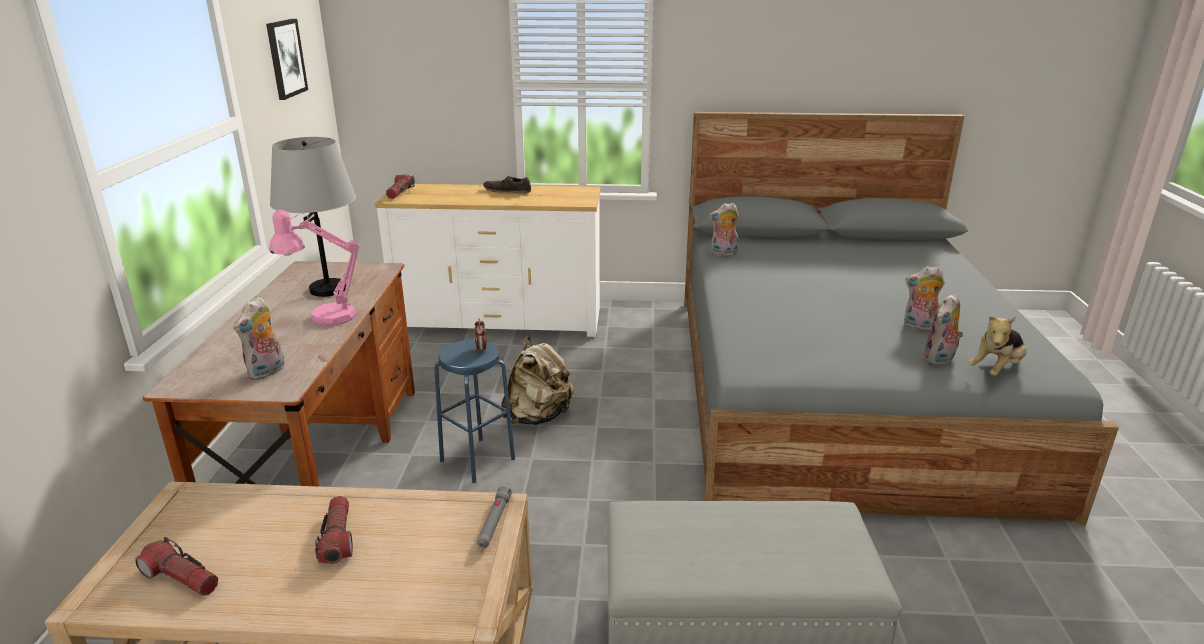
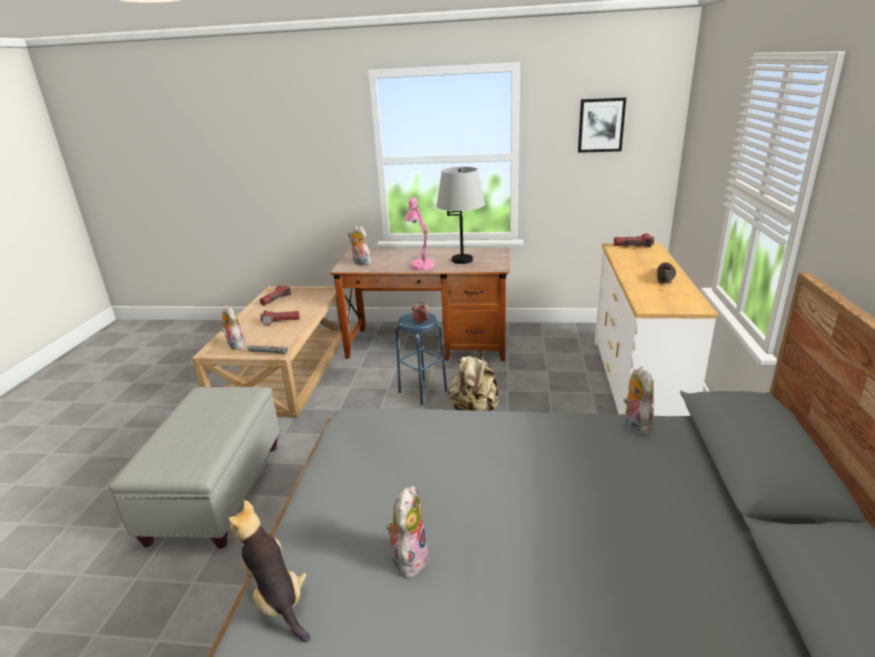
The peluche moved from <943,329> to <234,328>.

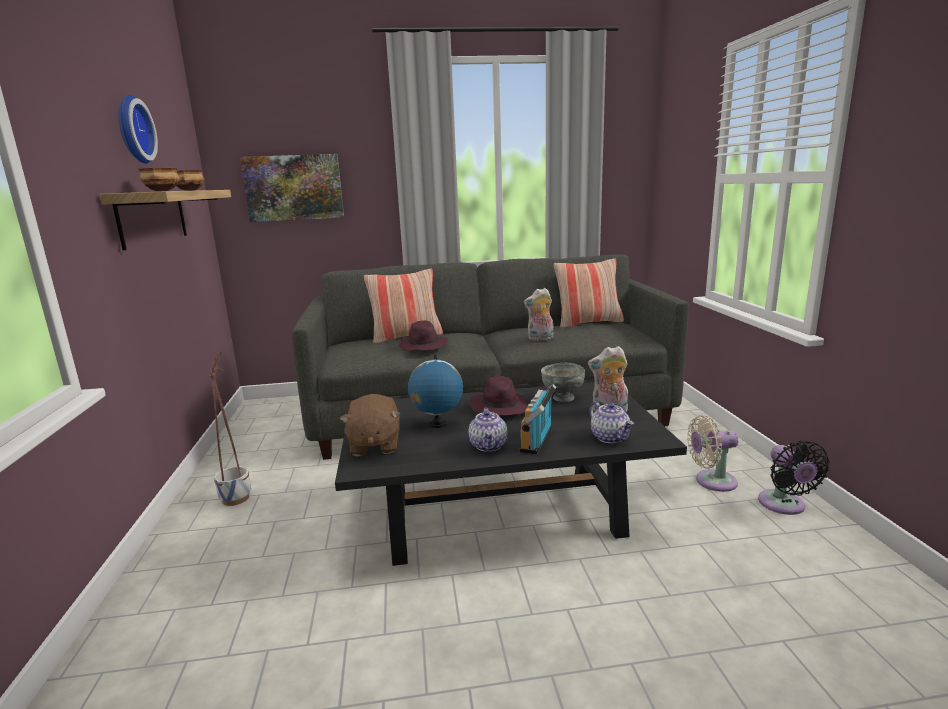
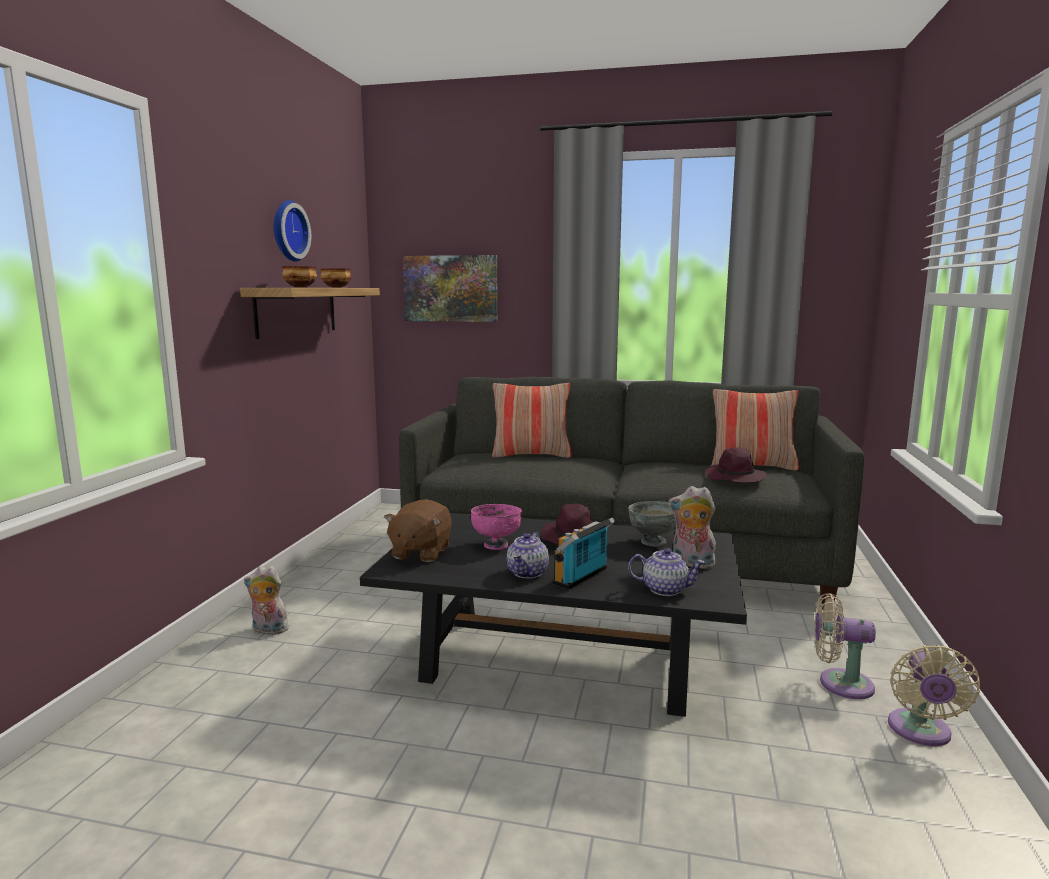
The maceta at <230,428> disappeared.
The sombrero/morado moved from <423,335> to <736,465>.
The peluche moved from <538,314> to <266,600>.
The globo terráqueo at <435,391> was replaced by the cuenco/rosa at <496,527>.
The ventilador/negro at <794,478> became the ventilador/beis at <934,695>.
The tetera at <612,422> turned 75 degrees counterclockwise.

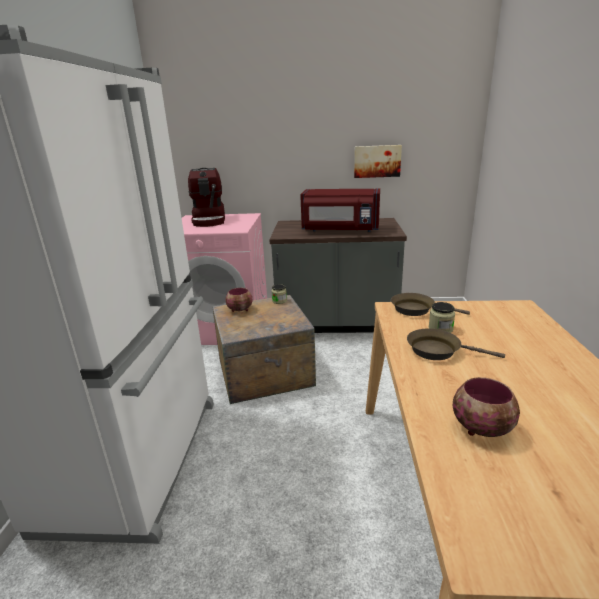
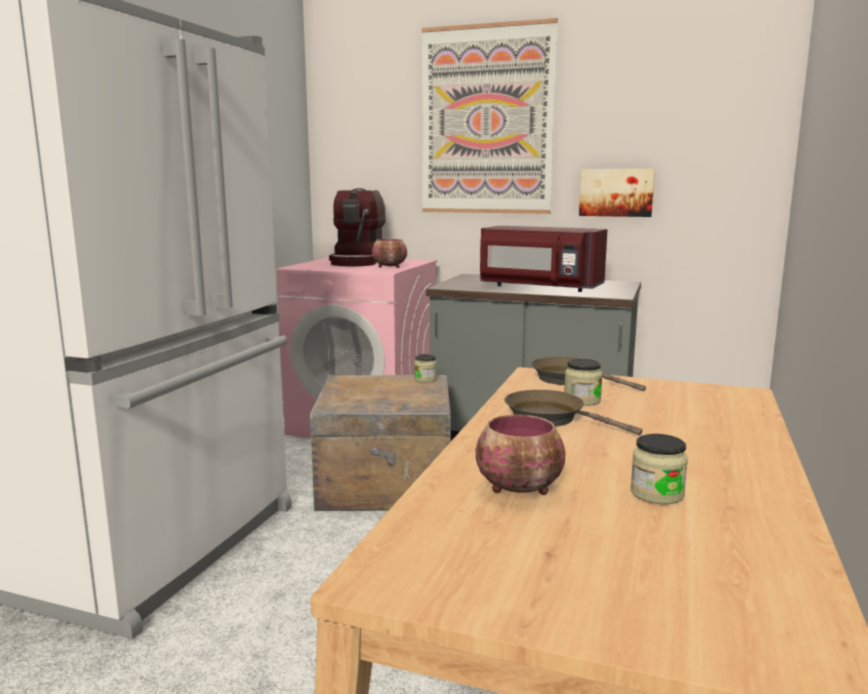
The cuadro at <490,116> appeared.
The tarro at <659,469> appeared.
The cuenco moved from <238,300> to <389,253>.

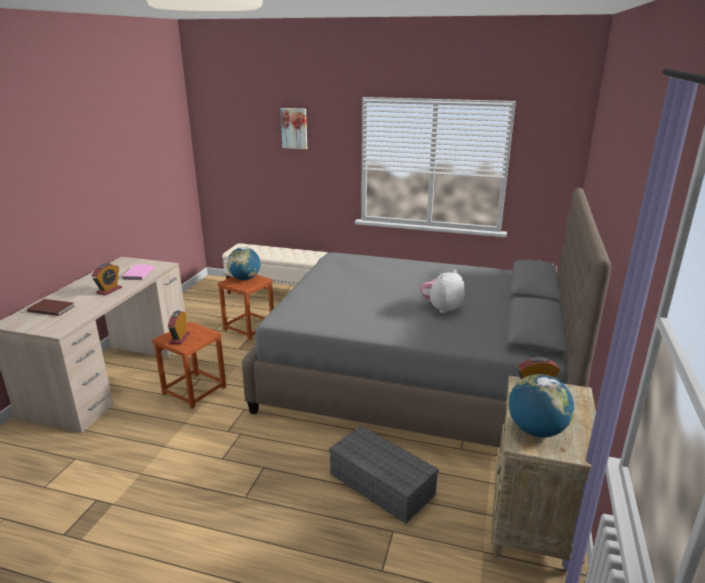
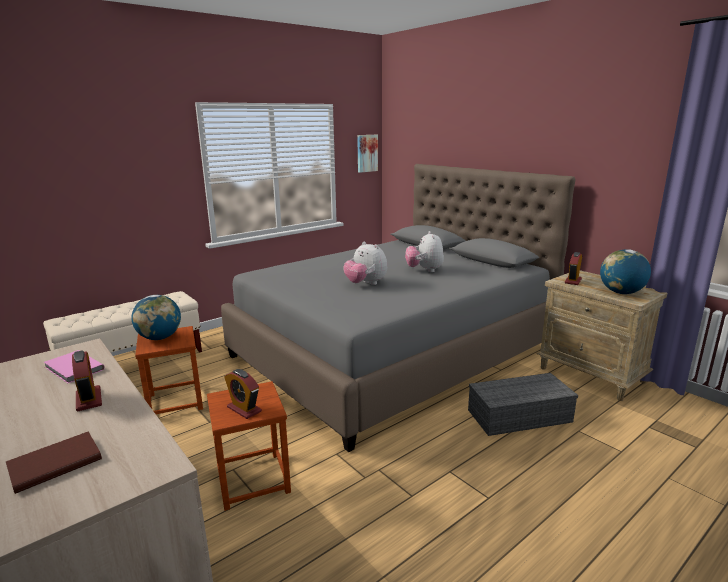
The peluche at <365,263> appeared.
The cuadro moved from <294,128> to <367,154>.

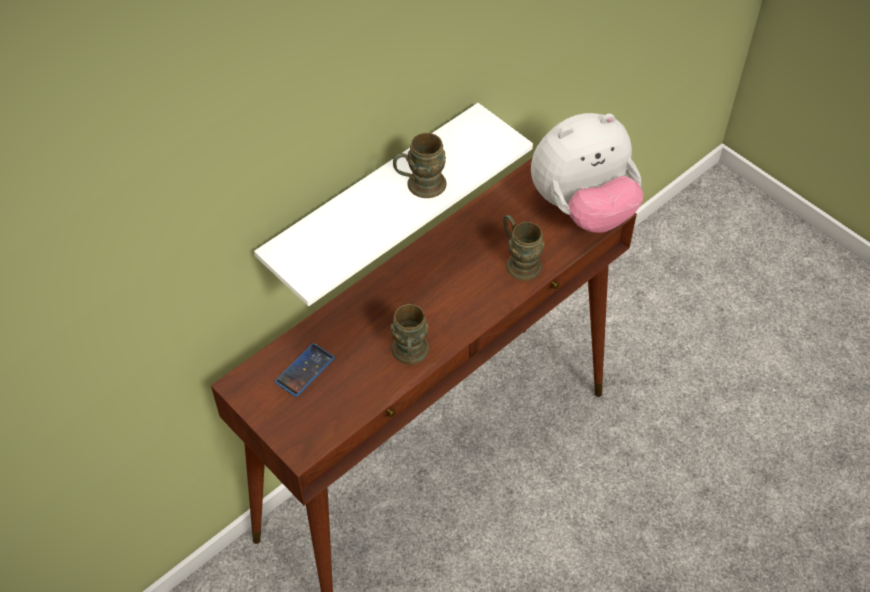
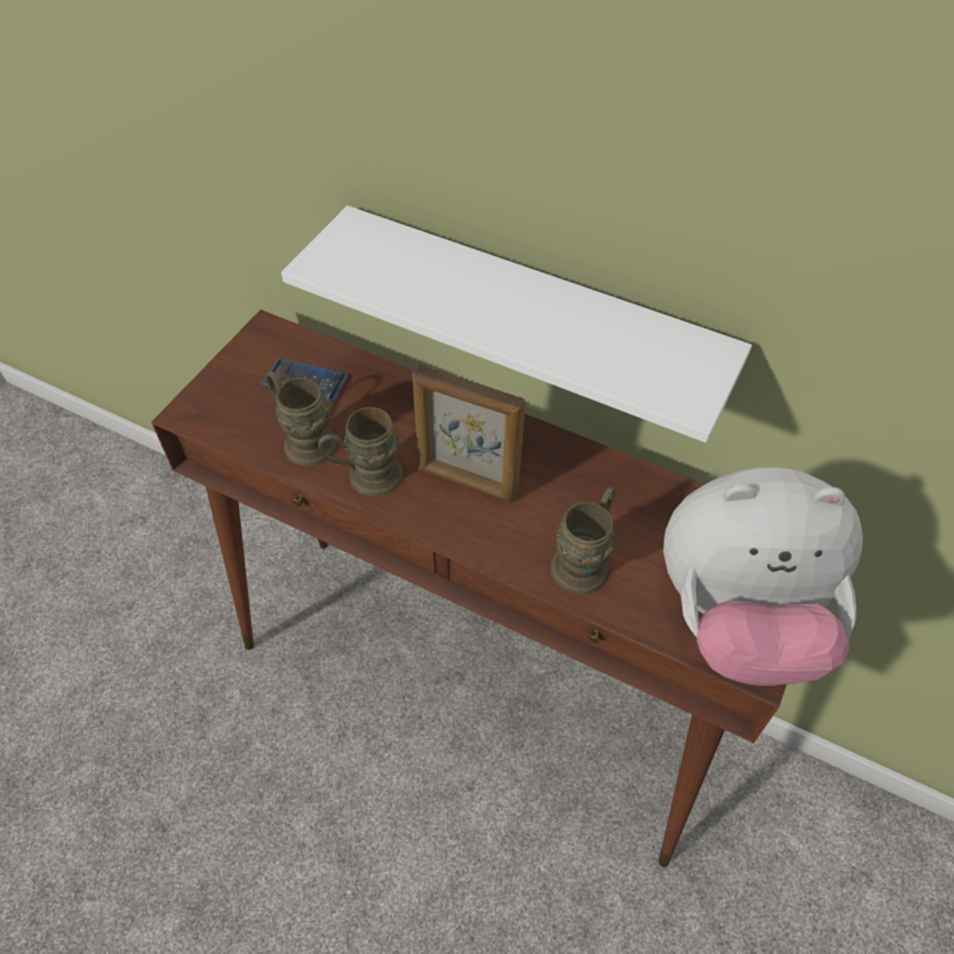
The portarretratos at <468,433> appeared.
The taza grande/marrón moved from <420,165> to <301,418>.
The peluche at <587,173> turned 45 degrees counterclockwise.

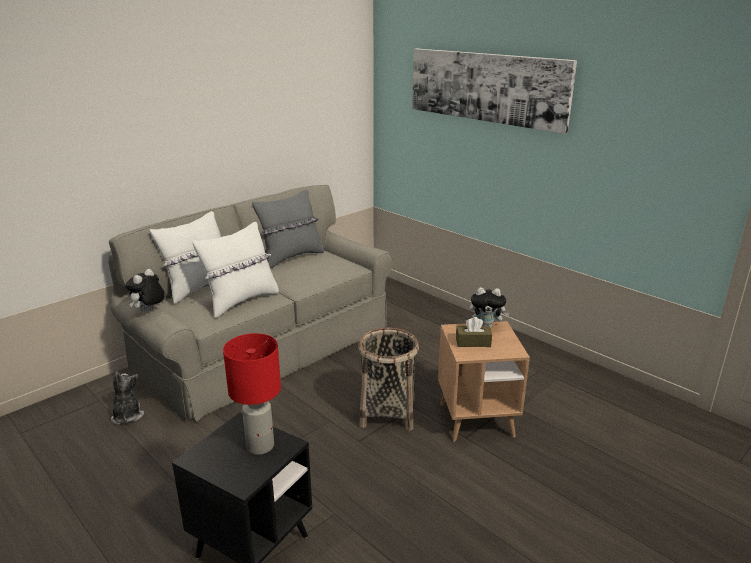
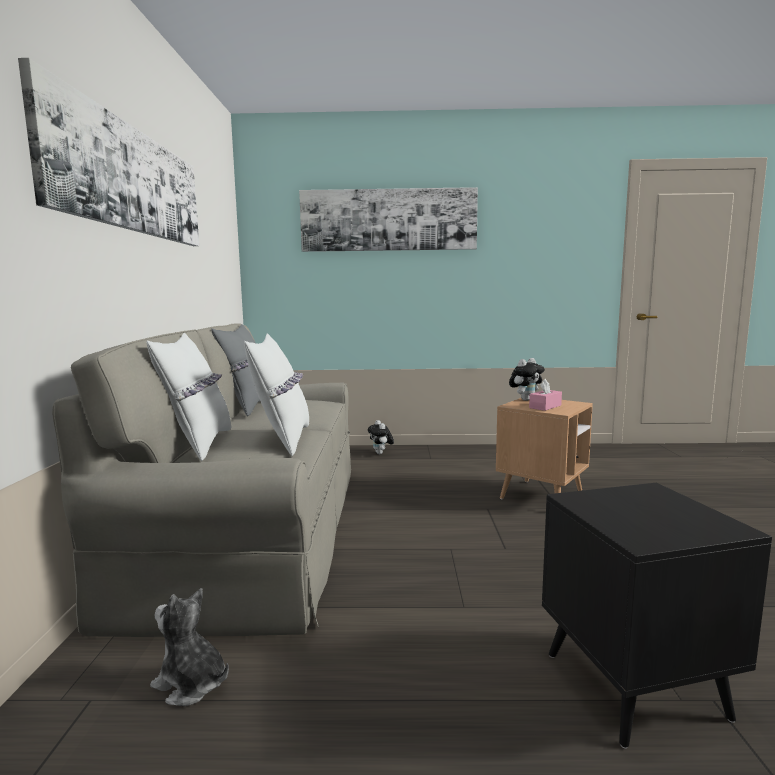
The lámpara de mesa/rojo at <252,394> disappeared.
The cesta at <388,379> disappeared.
The cuadro at <108,152> appeared.
The peluche moved from <145,290> to <381,437>.
The caja de pañuelos/marrón at <474,332> became the caja de pañuelos/rosa at <545,395>.

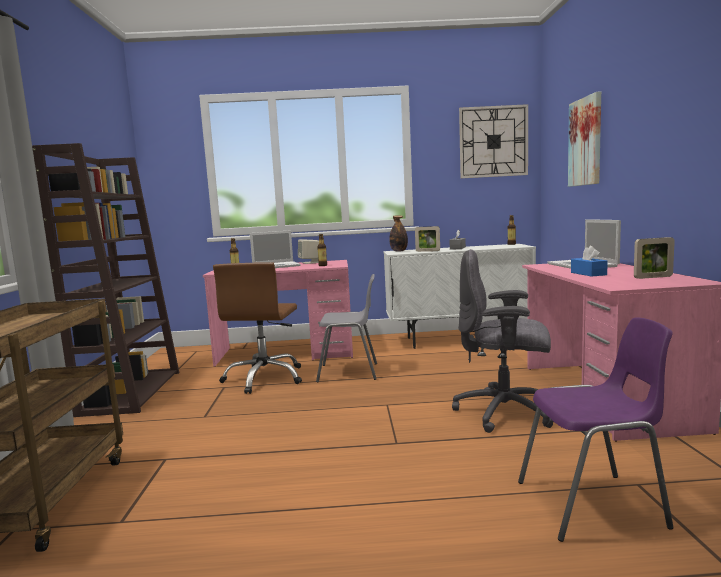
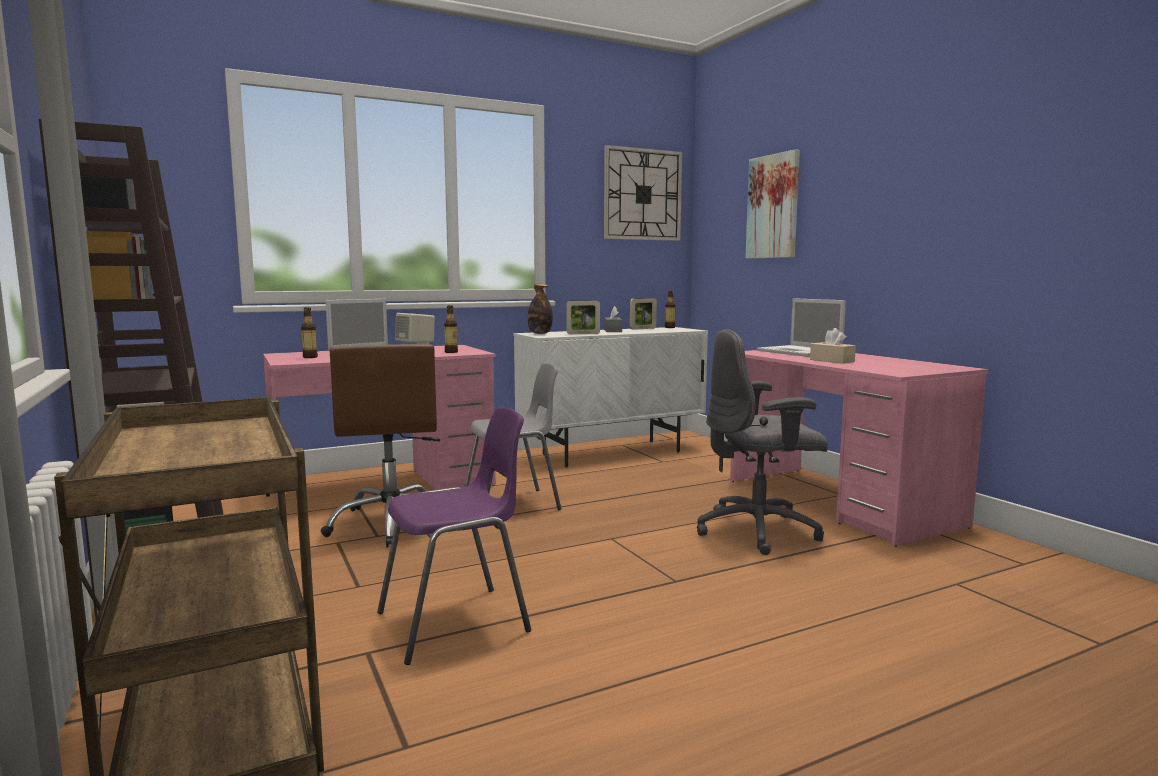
The silla/morado moved from <596,429> to <454,536>.
The portarretratos moved from <654,258> to <643,314>.
The caja de pañuelos/azul at <589,261> became the caja de pañuelos/beis at <833,346>.

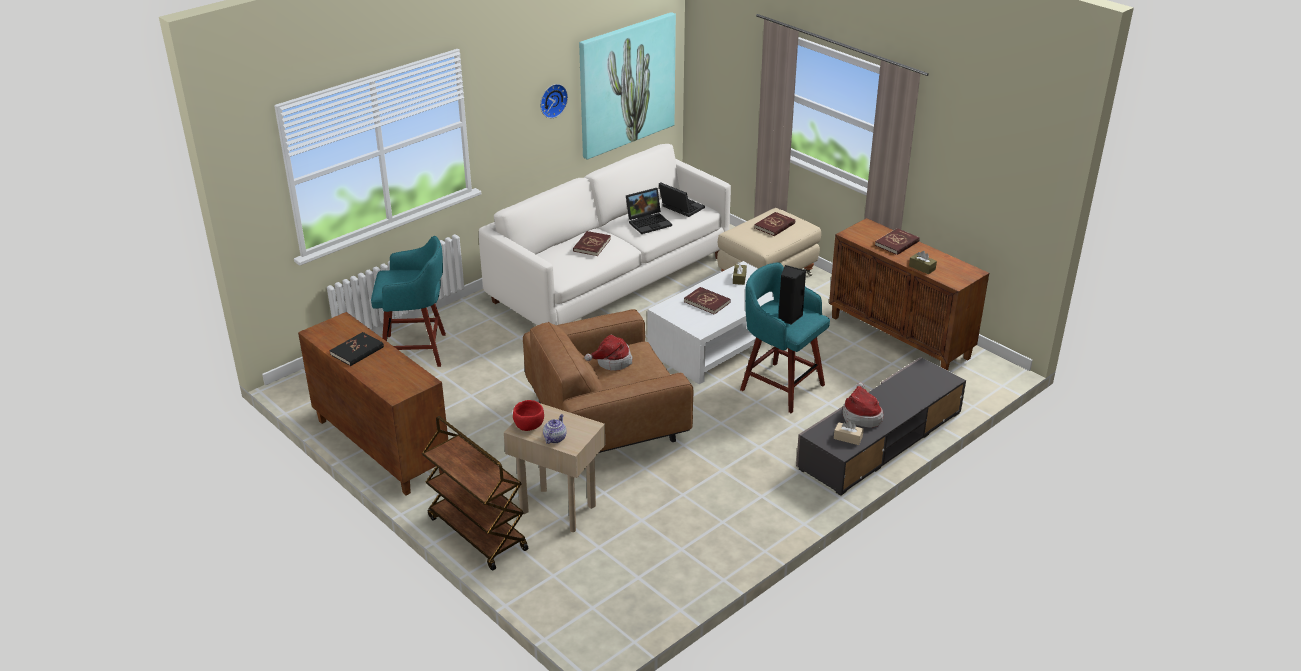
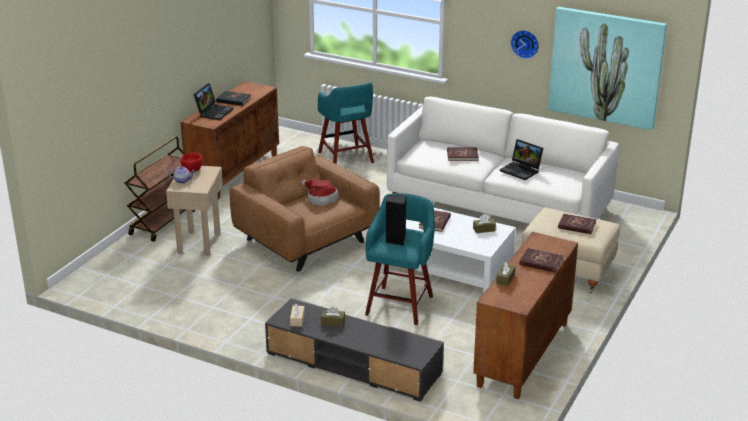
The portátil moved from <682,199> to <214,101>.
The sombrero at <863,405> was replaced by the caja de pañuelos/marrón at <333,316>.

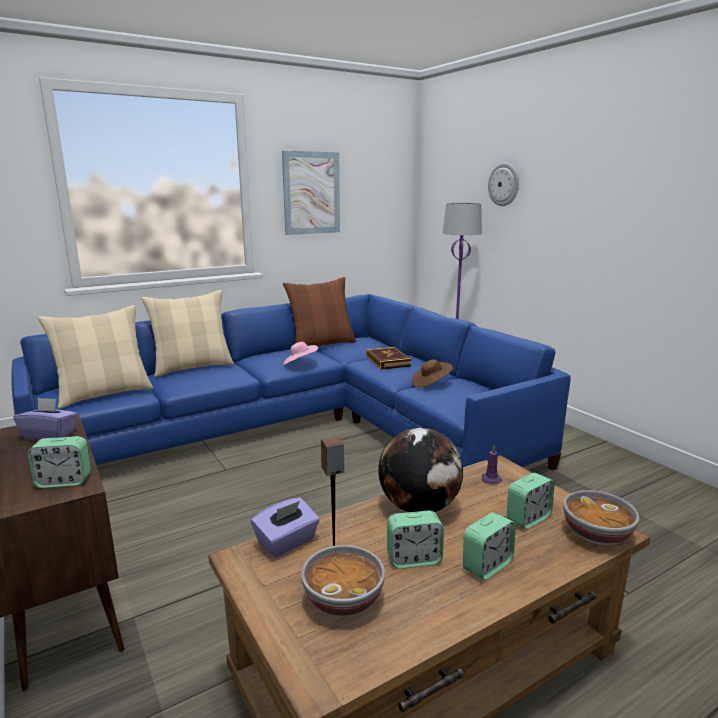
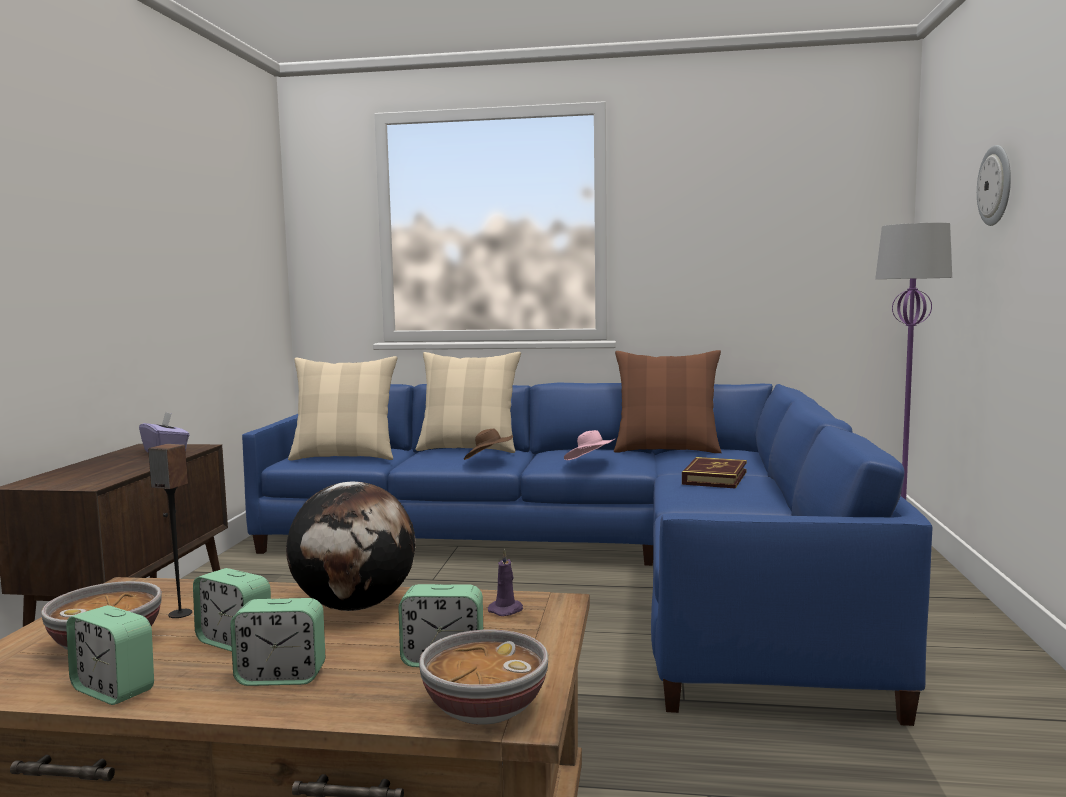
The caja de pañuelos/morado at <285,527> disappeared.
The cuadro at <311,193> disappeared.
The despertador moved from <59,462> to <110,655>.
The sombrero/marrón moved from <432,373> to <488,444>.

